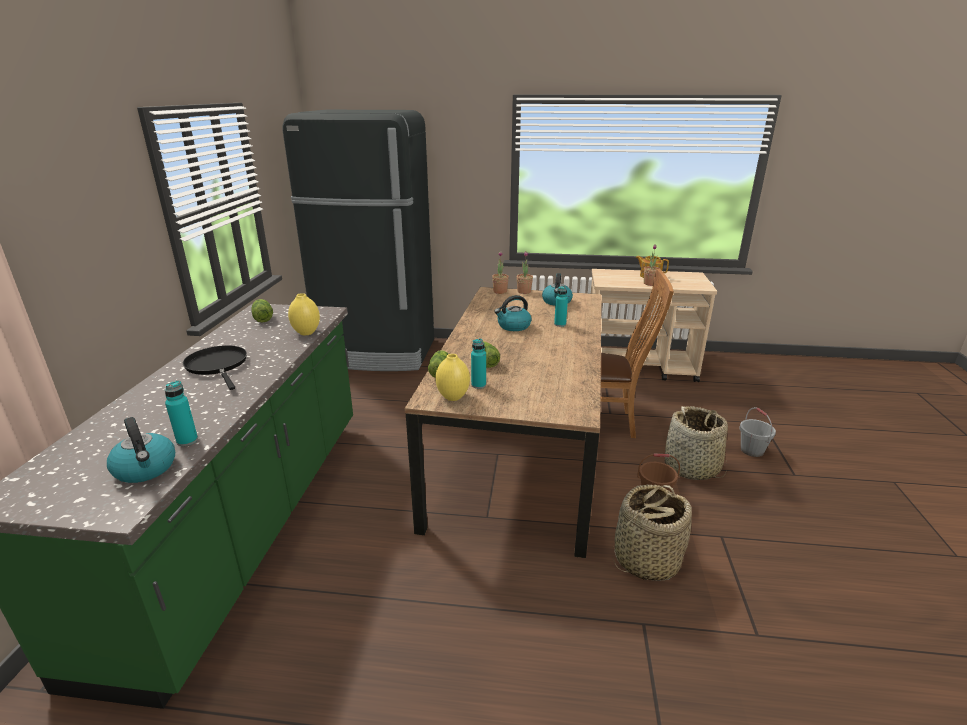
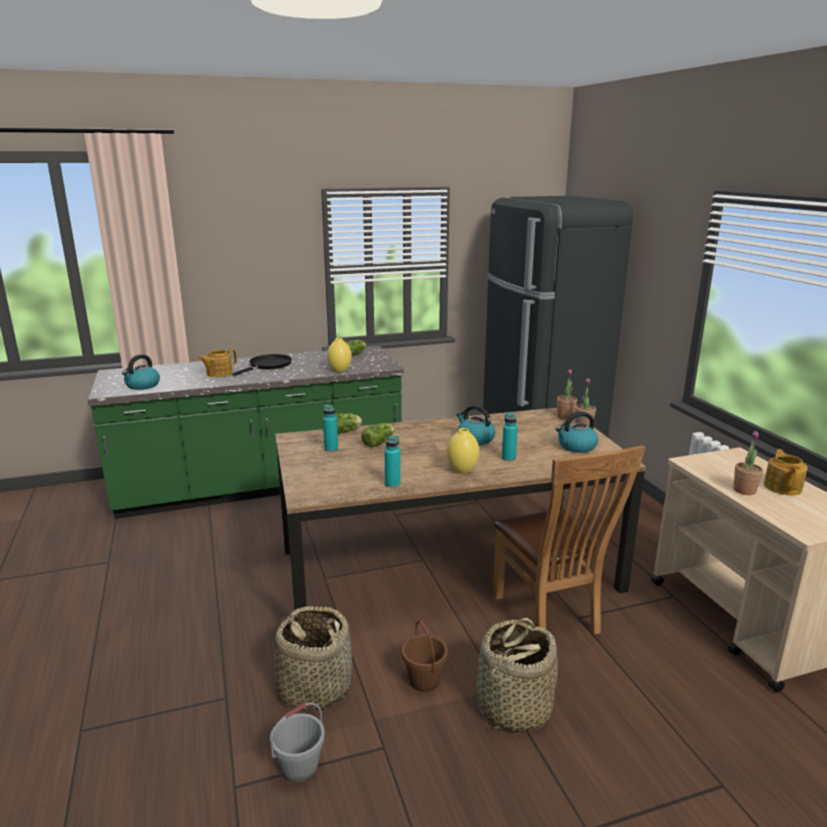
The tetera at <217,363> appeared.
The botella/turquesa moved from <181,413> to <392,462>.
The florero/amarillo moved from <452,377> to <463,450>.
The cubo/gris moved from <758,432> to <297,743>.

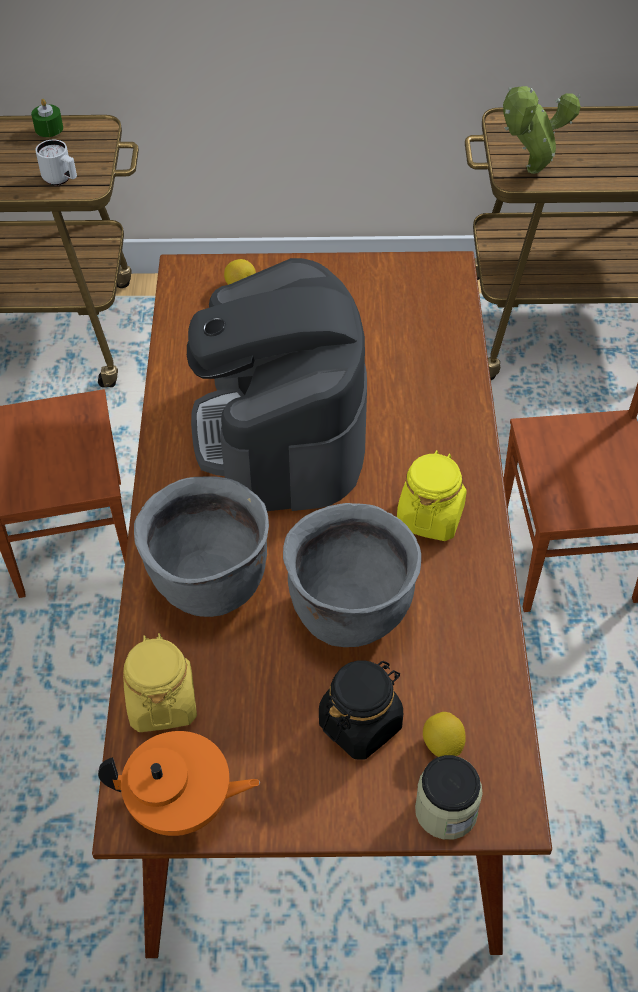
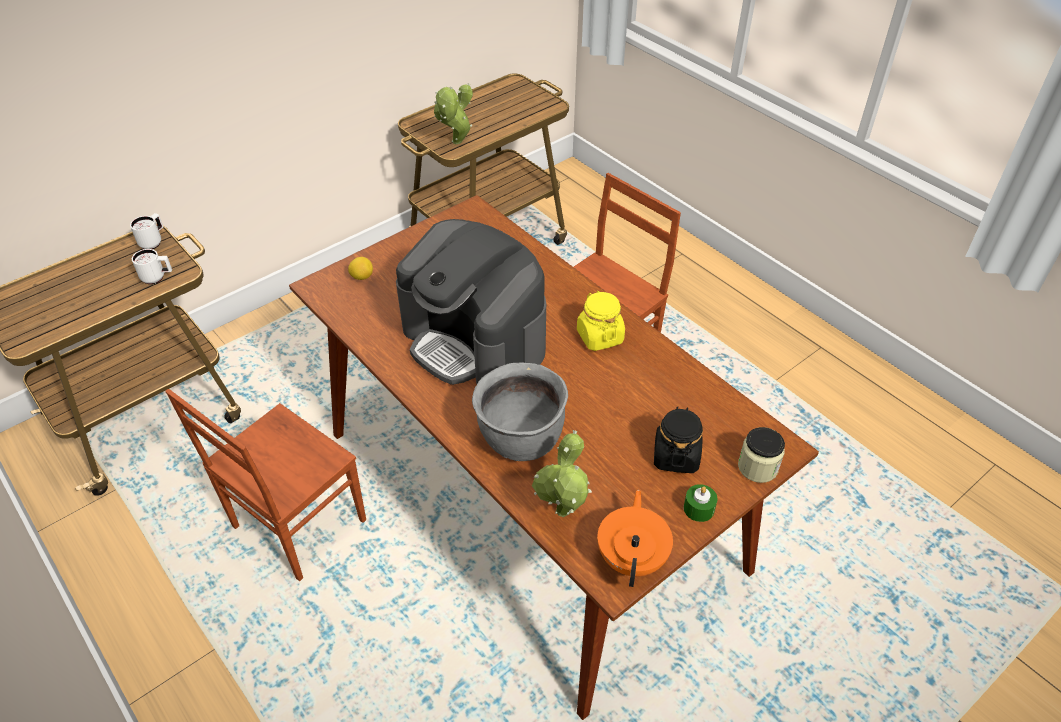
The olla/gris at <352,575> disappeared.
The limón at <444,734> disappeared.
The taza grande/blanco at <146,231> appeared.
The vela/verde moved from <47,118> to <701,503>.
The tarro/amarillo at <160,682> was replaced by the planta en maceta at <562,473>.
The tetera/naranja at <179,783> turned 45 degrees counterclockwise.

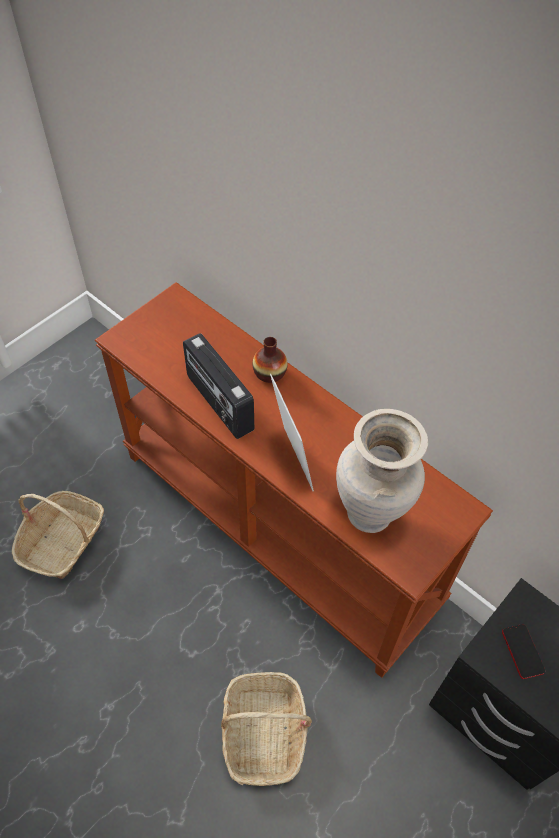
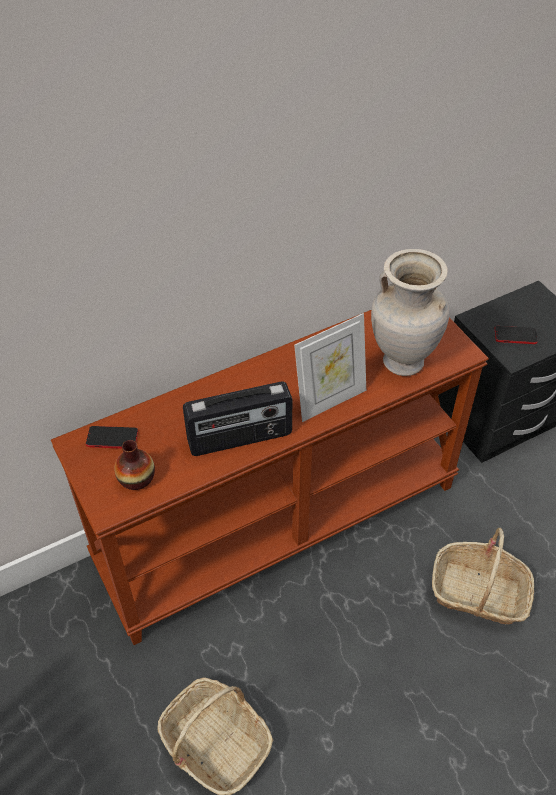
The móvil at <112,437> appeared.
The florero moved from <270,360> to <134,465>.
The portarretratos at <292,432> turned 150 degrees clockwise.

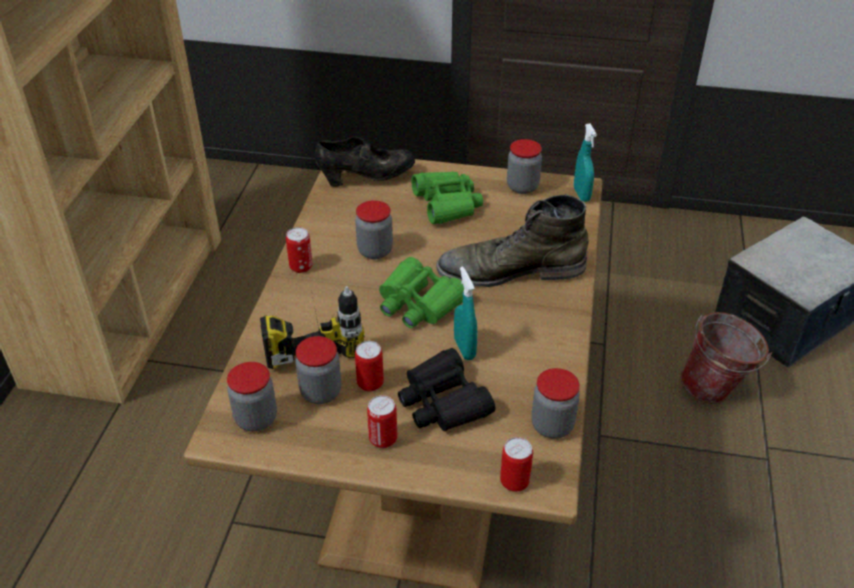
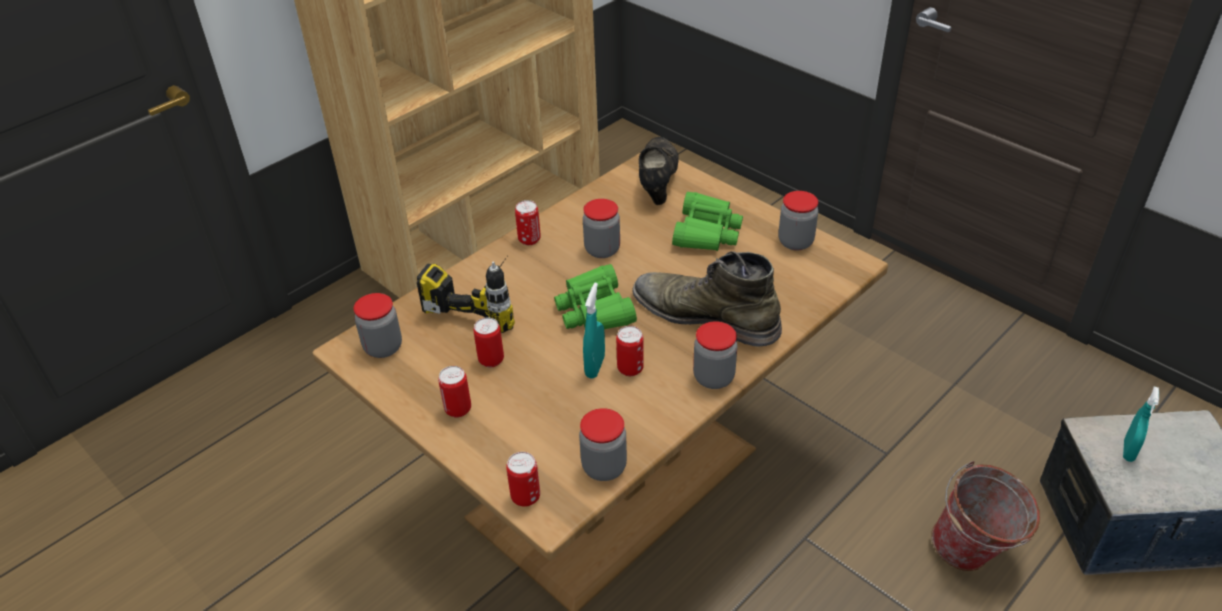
The prismáticos/negro at <446,389> disappeared.
The lata at <630,351> appeared.
The tarro moved from <318,370> to <715,355>.
The pulverizador/turquesa moved from <585,162> to <1141,424>.
The zapato/negro at <365,161> turned 105 degrees counterclockwise.

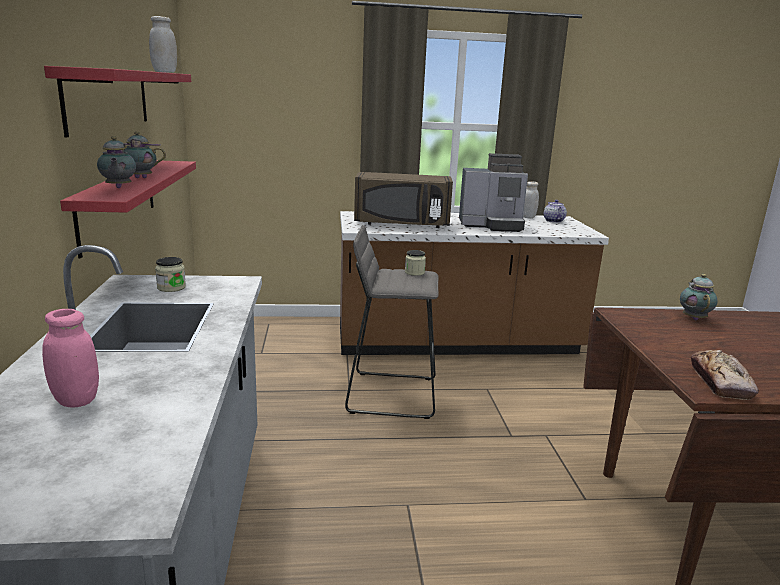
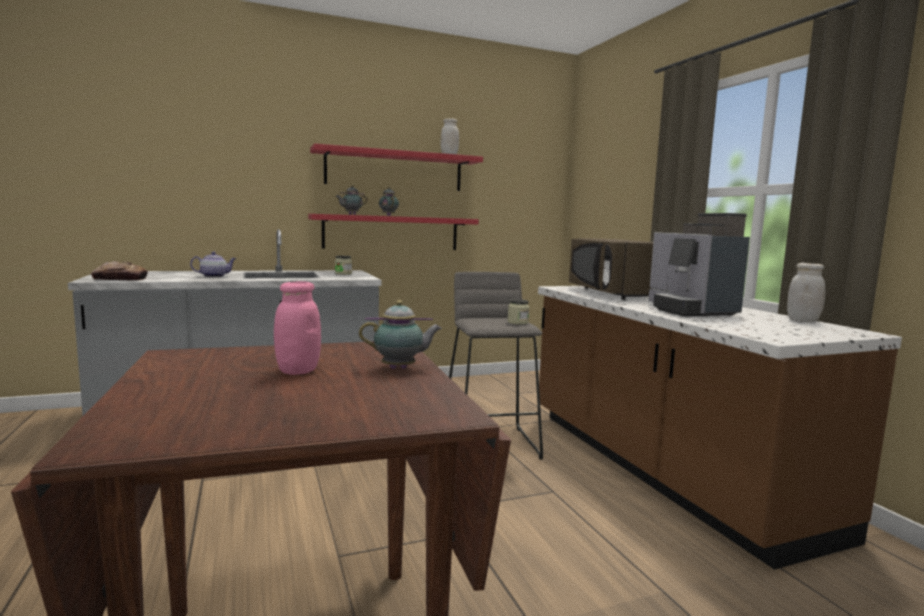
The tarro/rosa moved from <70,358> to <297,328>.
The tetera moved from <555,211> to <213,264>.
The pan moved from <725,375> to <119,271>.

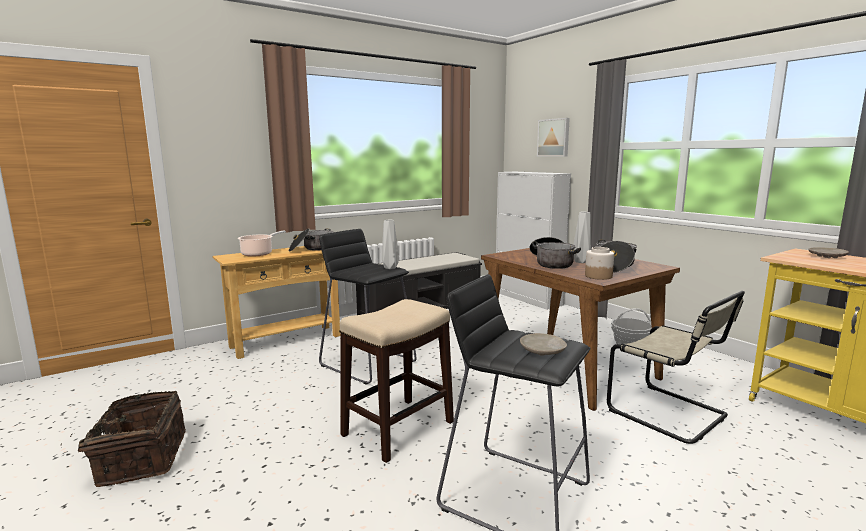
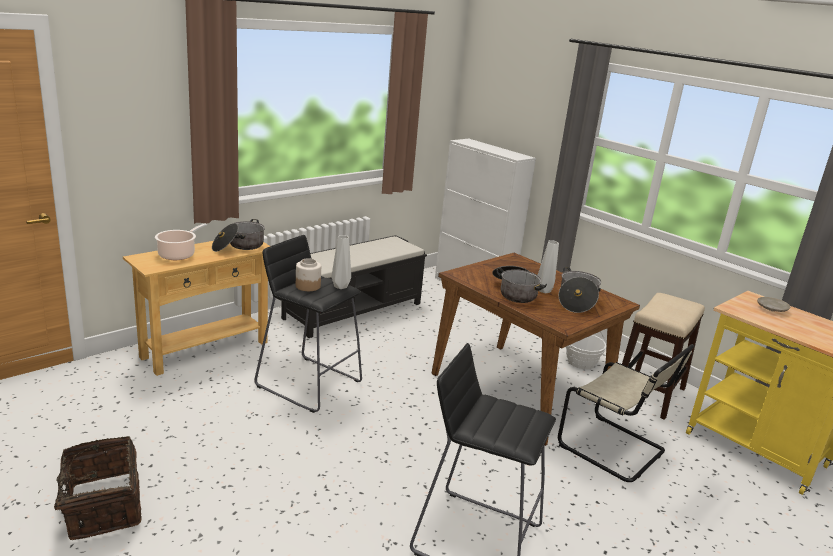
The plato/beis at <543,344> disappeared.
The cuadro at <553,137> disappeared.
The taburete moved from <396,381> to <663,356>.
The tarro moved from <599,263> to <308,274>.

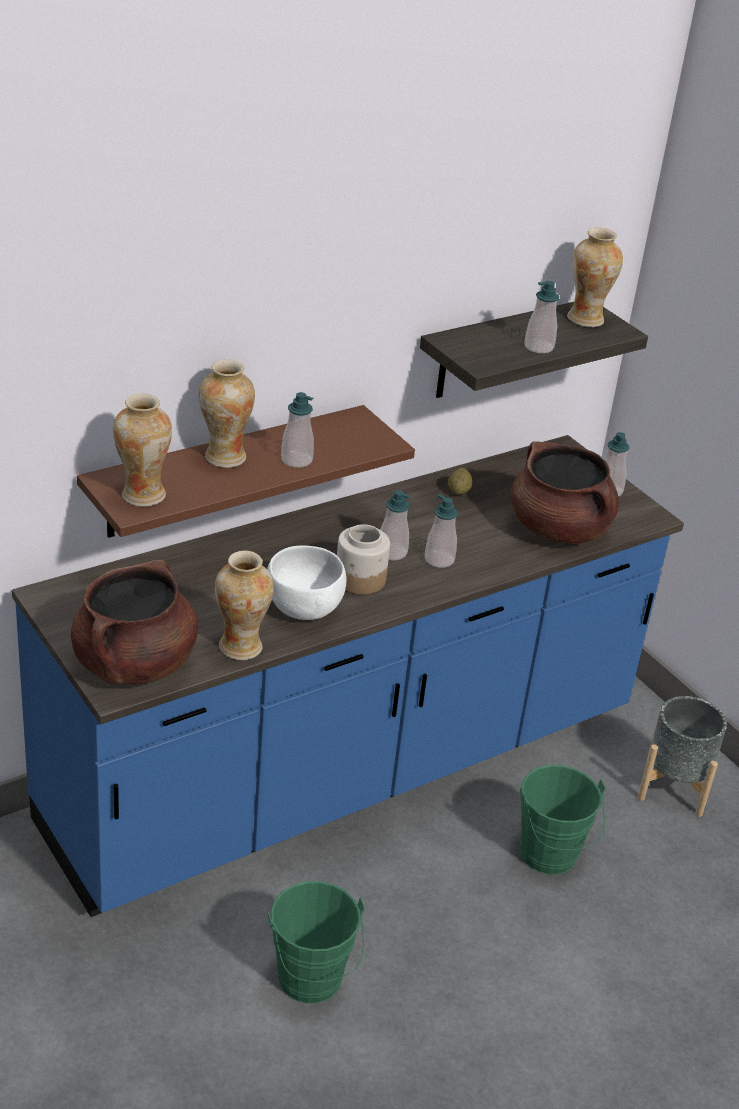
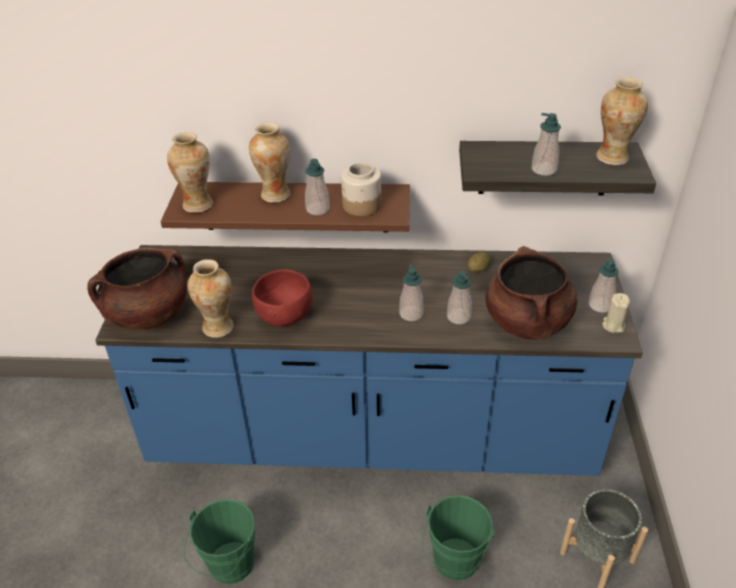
The vela/beis at <616,313> appeared.
The tarro moved from <363,559> to <361,189>.
The dispensador de jabón moved from <395,525> to <459,298>.
The cuenco/blanco at <307,583> became the cuenco/rojo at <282,298>.

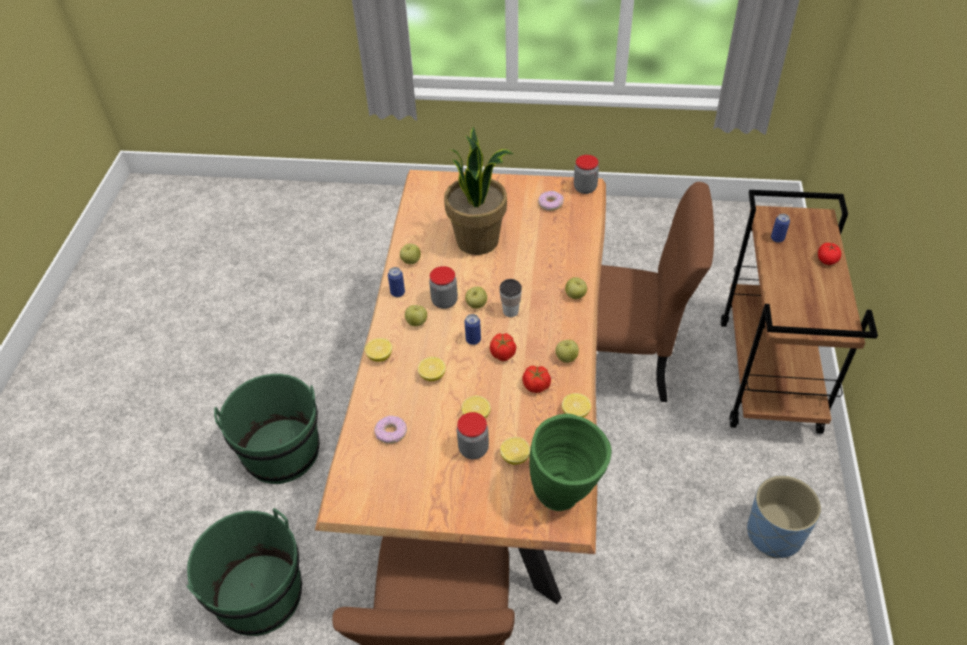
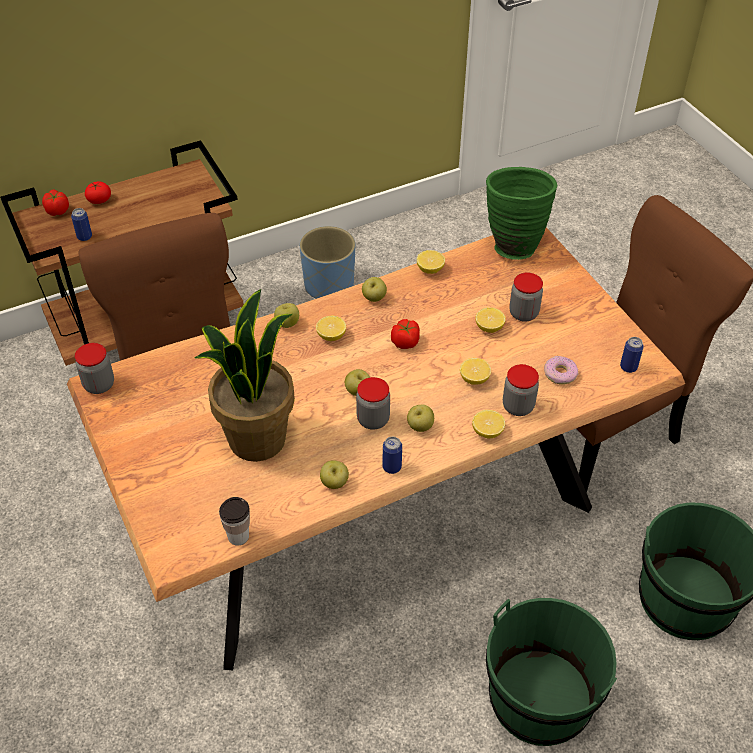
The rosquilla at <551,201> disappeared.
The tarro at <521,390> appeared.
The lata moved from <472,329> to <632,355>.
The taza moved from <511,298> to <234,521>.
The limón moved from <515,451> to <331,328>.
The tomate moved from <536,379> to <55,203>.

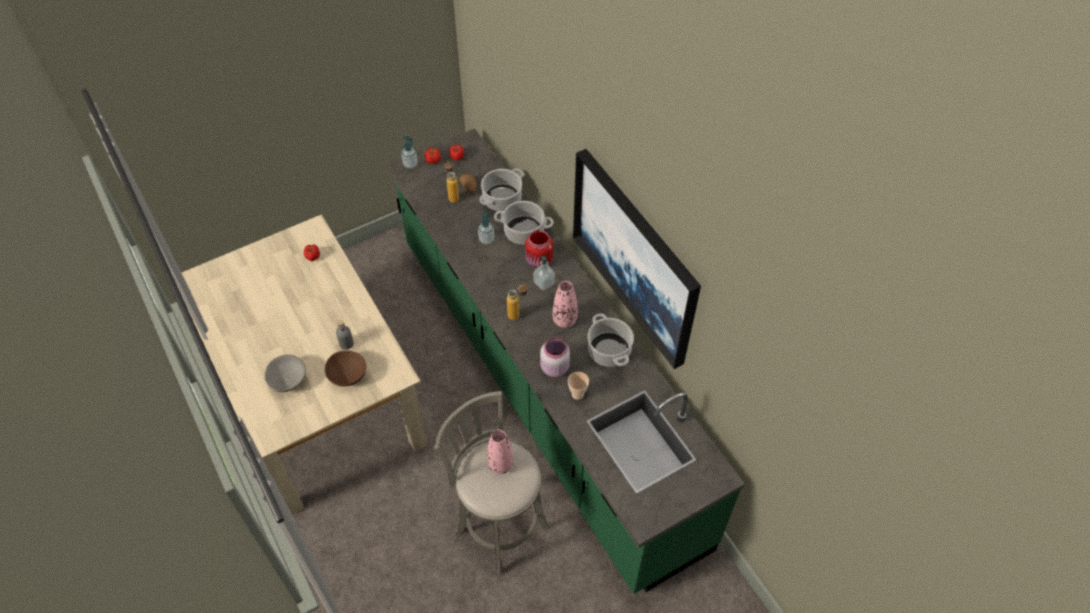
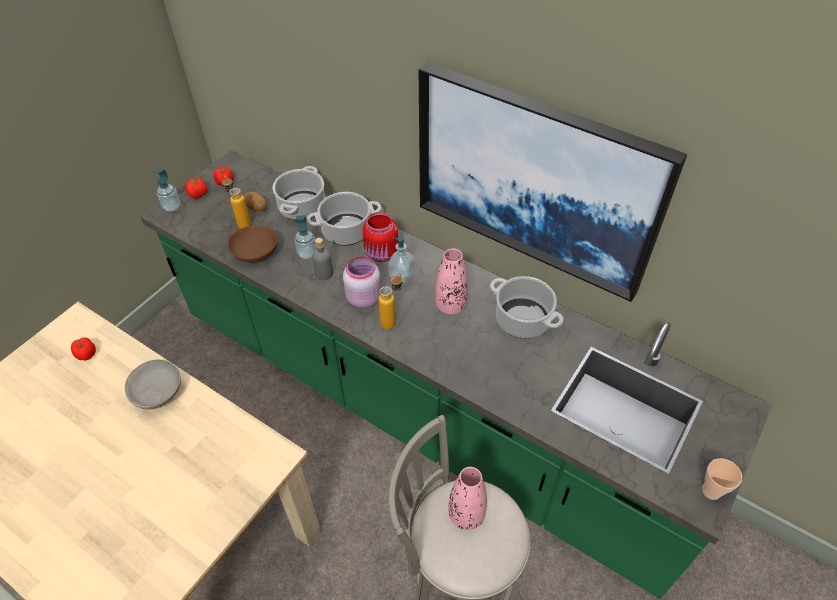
The cuenco/gris moved from <285,373> to <153,385>.
The cuenco/marrón moved from <345,369> to <253,244>.
The botella/gris moved from <345,335> to <322,259>.
The tarro/rosa moved from <555,357> to <362,282>.
The taza moved from <578,386> to <722,479>.

